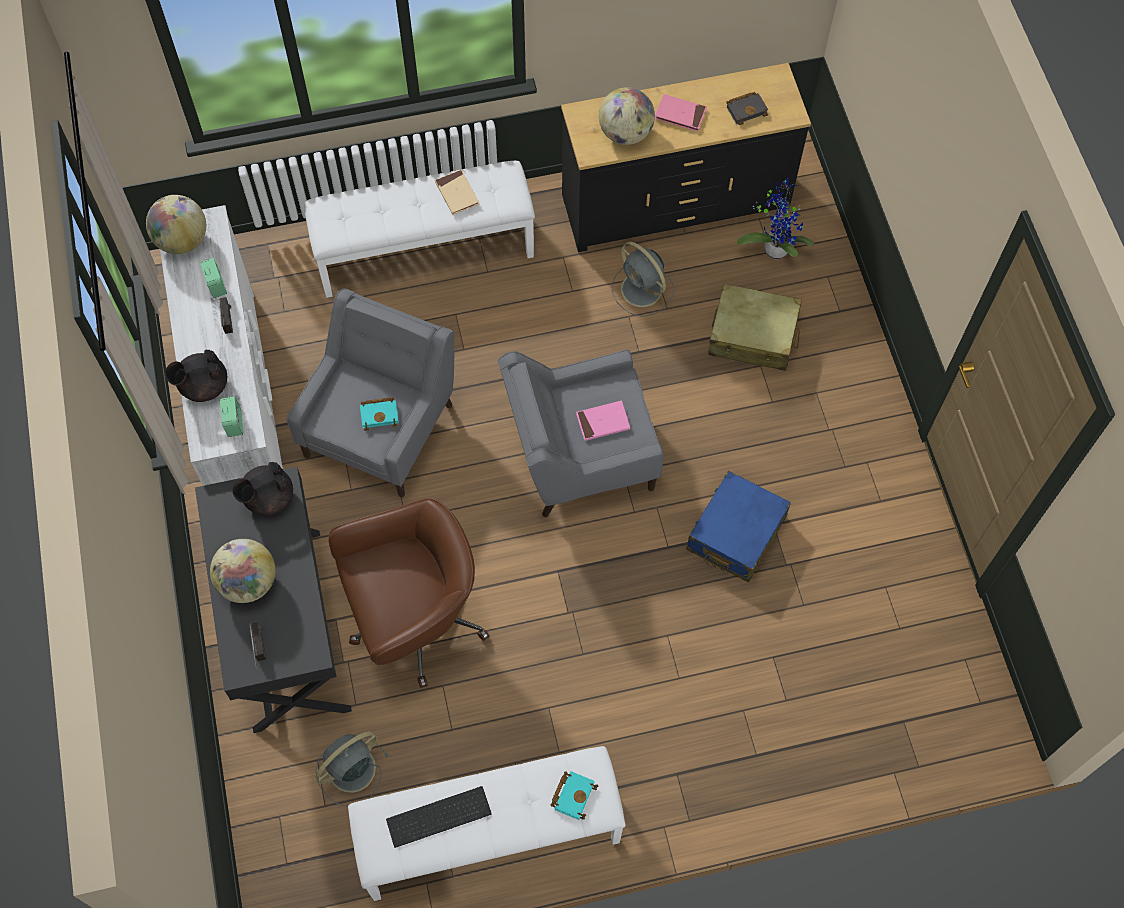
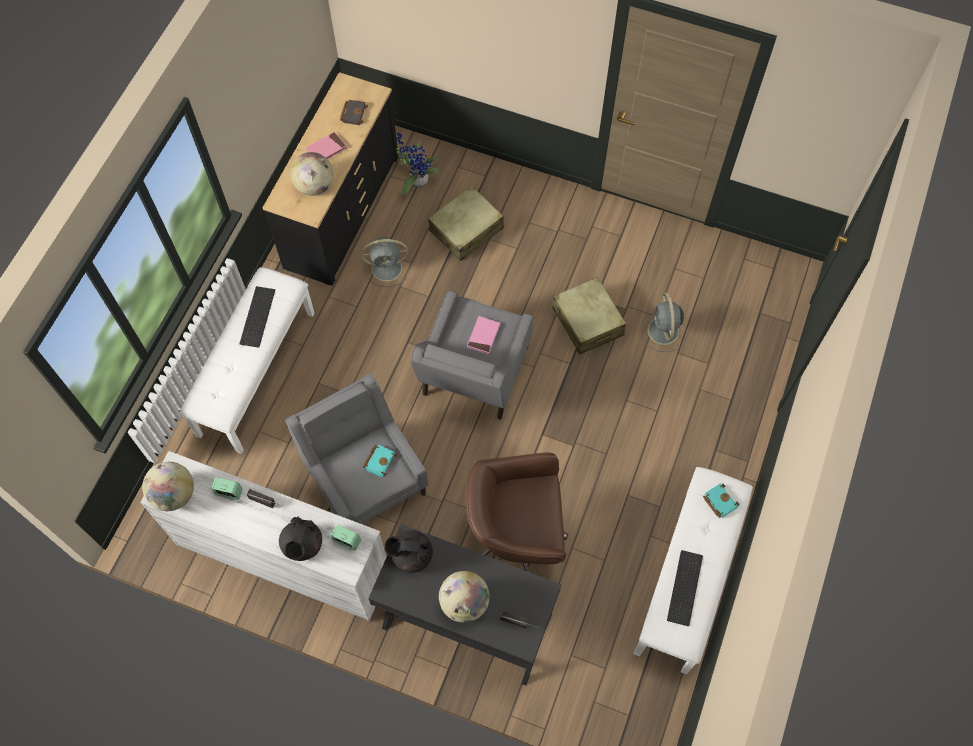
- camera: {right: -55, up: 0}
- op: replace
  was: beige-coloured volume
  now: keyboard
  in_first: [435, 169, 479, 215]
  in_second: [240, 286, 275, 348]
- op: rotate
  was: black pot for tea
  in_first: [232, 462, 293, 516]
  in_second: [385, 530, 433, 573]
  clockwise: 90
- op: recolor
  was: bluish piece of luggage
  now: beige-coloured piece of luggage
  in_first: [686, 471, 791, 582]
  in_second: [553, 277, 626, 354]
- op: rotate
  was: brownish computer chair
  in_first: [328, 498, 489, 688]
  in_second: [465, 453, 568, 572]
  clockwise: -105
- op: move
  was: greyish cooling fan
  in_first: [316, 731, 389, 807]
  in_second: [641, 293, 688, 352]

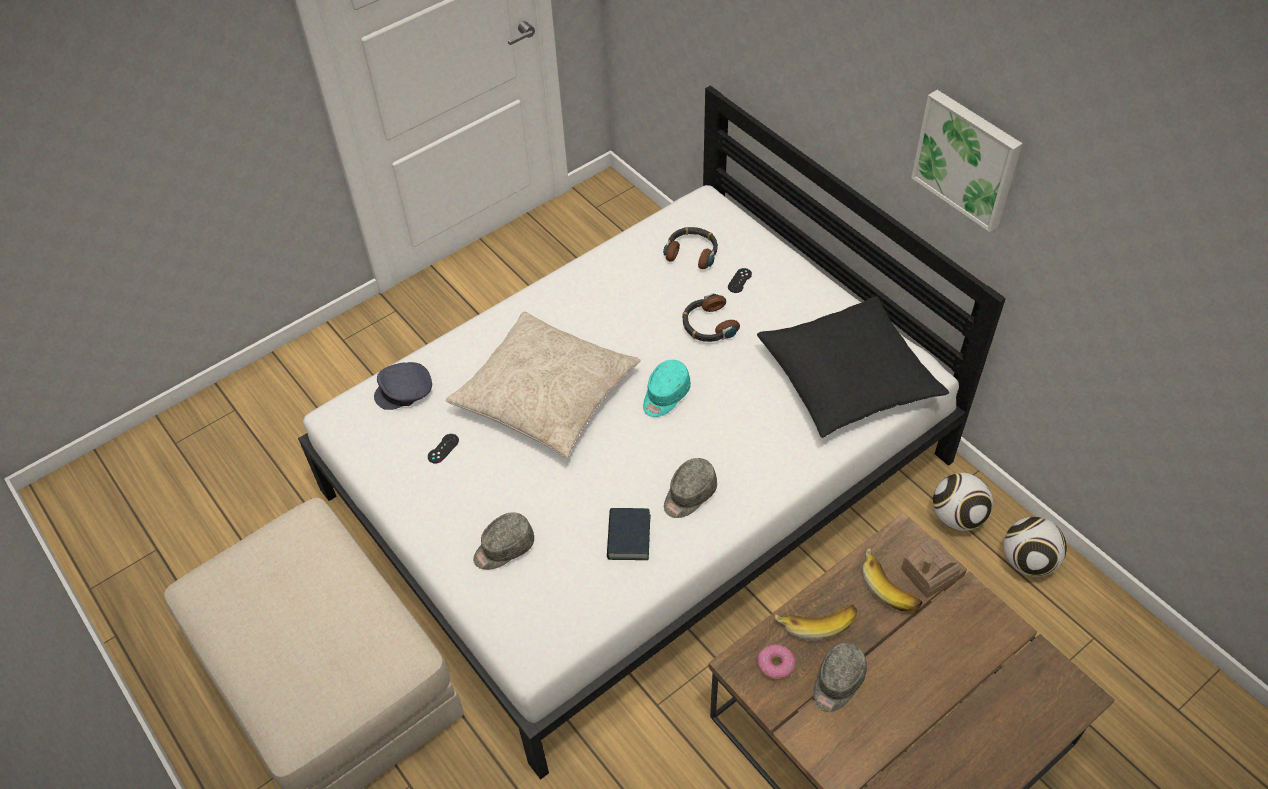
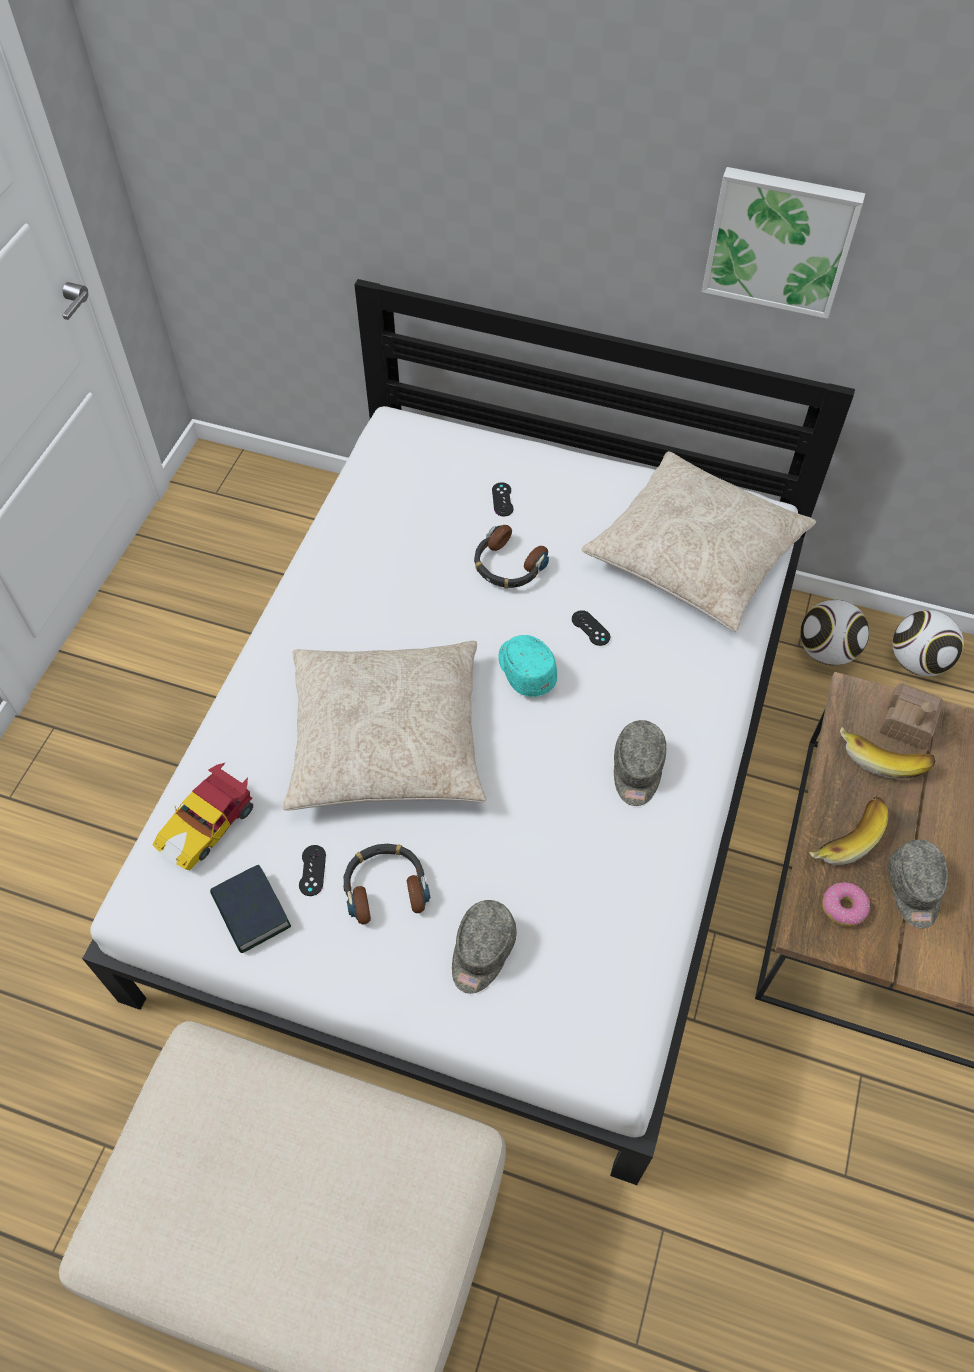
- camera: {right: -35, up: 5}
- op: move
  was: pair of headphones
  in_first: [663, 227, 718, 269]
  in_second: [343, 844, 431, 924]
- op: recolor
  was: black cushion
  now: beige-coloured cushion
  in_first: [757, 296, 949, 438]
  in_second: [581, 451, 816, 632]
- op: rotate
  was: turquoise baseball cap
  in_first: [643, 360, 691, 417]
  in_second: [499, 635, 557, 697]
  clockwise: 150
- op: replace
  was: greyish baseball cap
  now: miniature car
  in_first: [374, 362, 432, 410]
  in_second: [153, 763, 253, 870]
- op: move
  was: volume
  in_first: [607, 508, 651, 560]
  in_second: [210, 865, 291, 953]
- op: insert
  now: black game controller
  in_second: [572, 610, 610, 646]

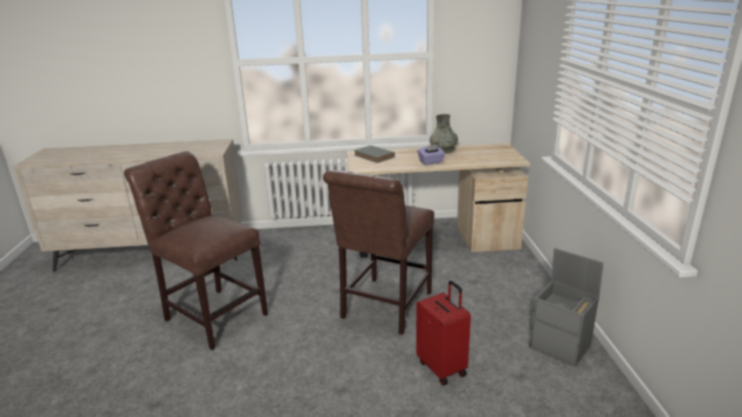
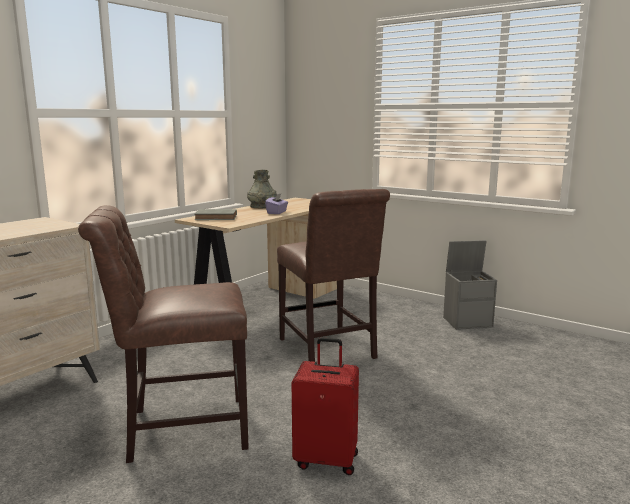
- camera: {right: -50, up: -10}
- op: move
  was: red-coloured piece of luggage
  in_first: [416, 281, 471, 386]
  in_second: [292, 337, 359, 475]

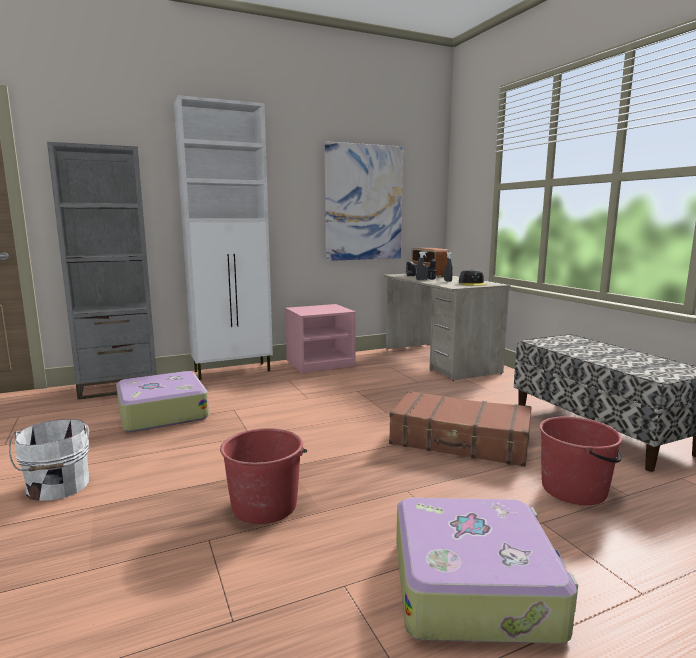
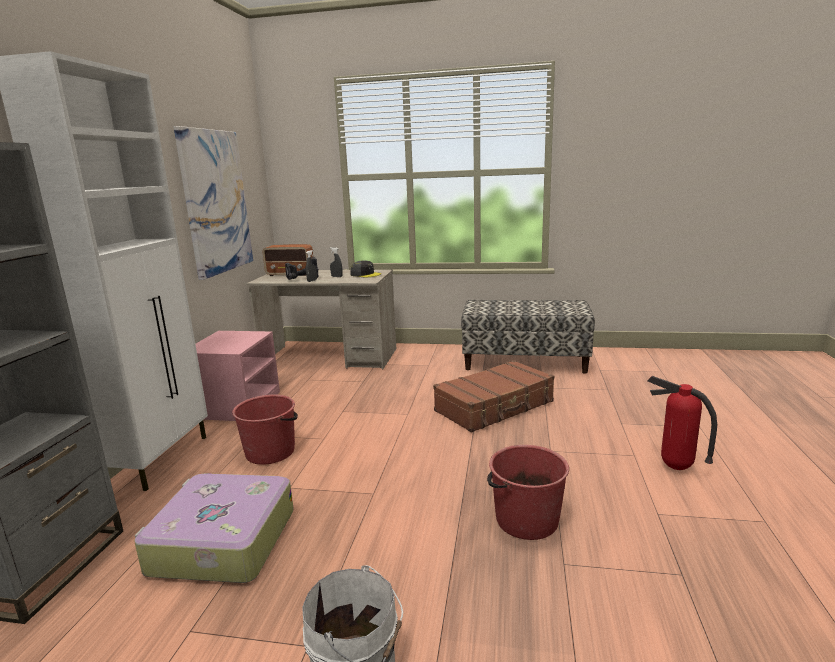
- camera: {right: -55, up: 5}
- op: move
  was: red-coloured bucket
  in_first: [539, 416, 623, 505]
  in_second: [232, 394, 298, 465]
- op: replace
  was: piece of luggage
  now: fire-fighting cylinder
  in_first: [396, 498, 578, 644]
  in_second: [647, 376, 717, 470]

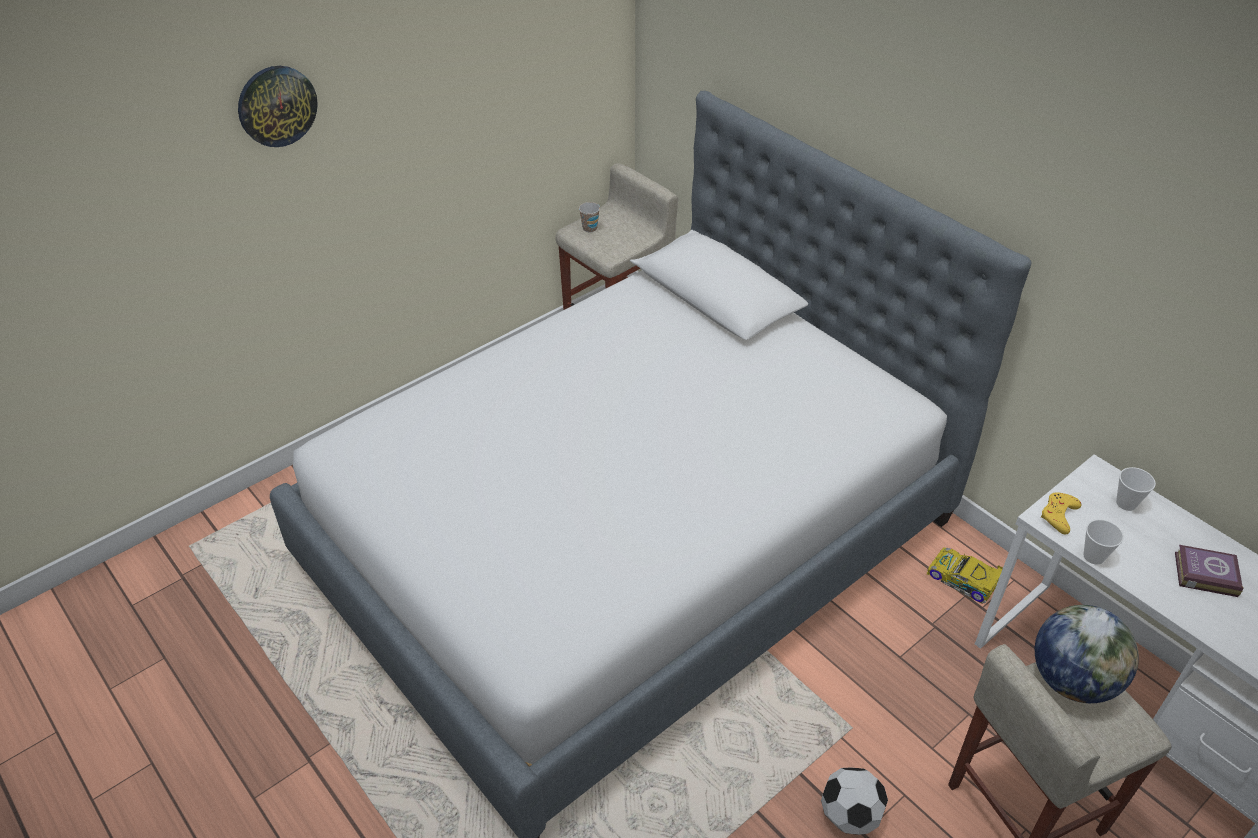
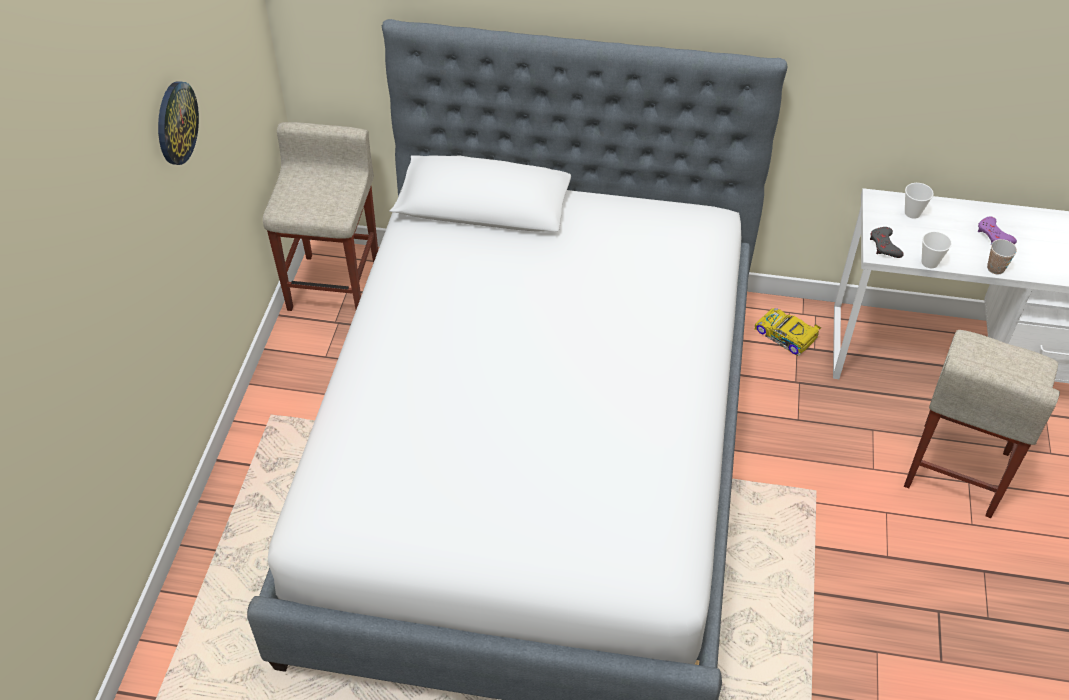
- camera: {right: -40, up: 5}
- op: move
  was: hanging clock
  in_first: [238, 66, 318, 147]
  in_second: [158, 81, 199, 165]
- op: move
  was: cup
  in_first: [579, 202, 600, 232]
  in_second: [987, 239, 1017, 274]
- op: recolor
  was: yellow-coloured game controller
  now: greyish game controller
  in_first: [1041, 492, 1082, 535]
  in_second: [870, 227, 904, 258]
- op: replace
  was: volume
  now: purple-coloured game controller
  in_first: [1175, 545, 1244, 597]
  in_second: [978, 216, 1017, 245]
- op: rotate
  was: miniature car
  in_first: [927, 548, 1003, 604]
  in_second: [754, 308, 821, 356]
  clockwise: 45
- op: delete
  was: world globe
  in_first: [1035, 605, 1139, 703]
- op: delete
  was: ball for football
  in_first: [821, 767, 888, 835]

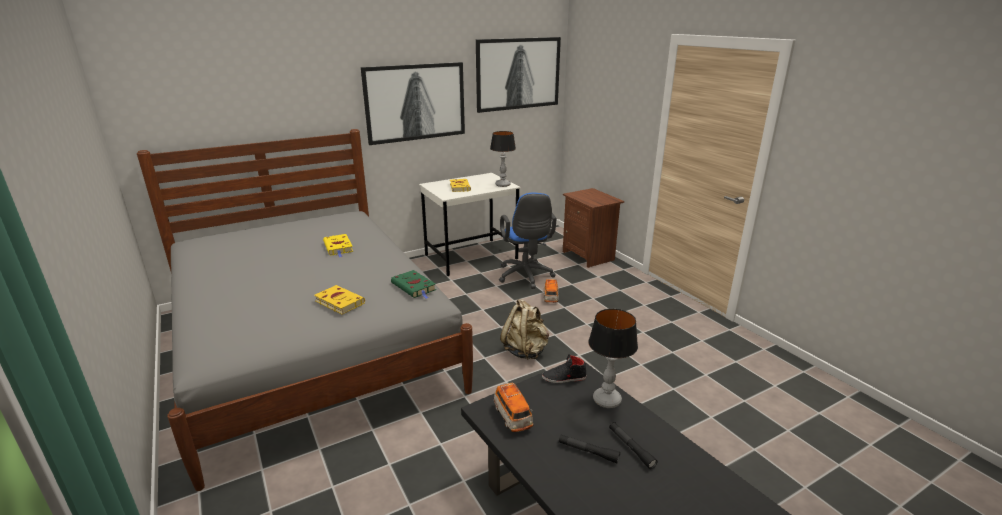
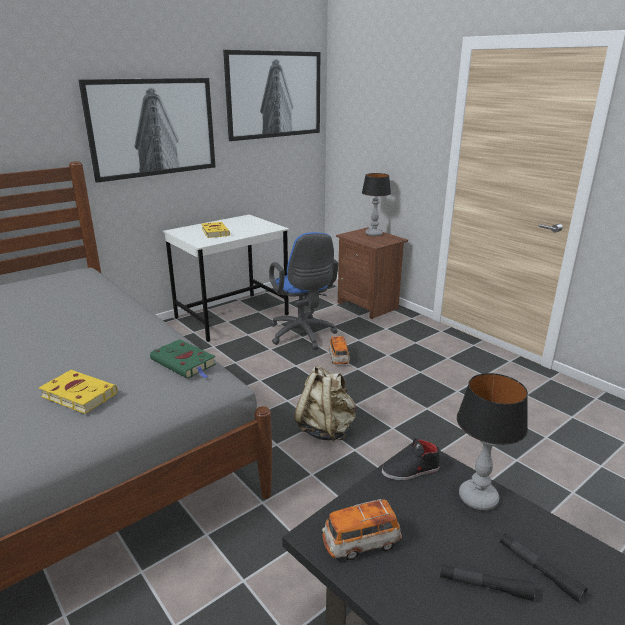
- camera: {right: -10, up: 0}
- op: move
  was: table lamp
  in_first: [490, 131, 516, 187]
  in_second: [362, 173, 391, 236]
- op: delete
  was: yellow-coloured volume
  in_first: [323, 234, 353, 257]
- op: rotate
  was: miniature car
  in_first: [494, 382, 534, 432]
  in_second: [322, 499, 402, 560]
  clockwise: 105

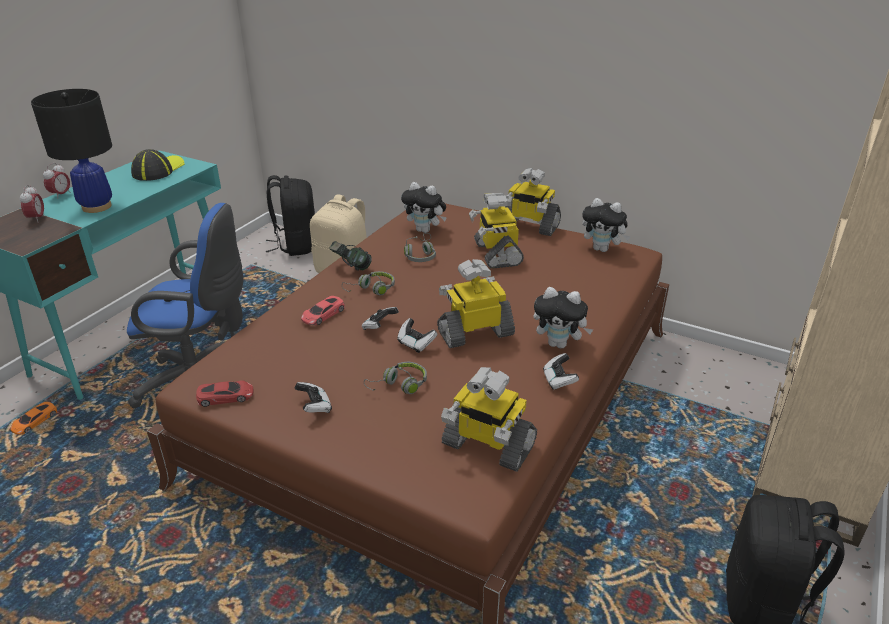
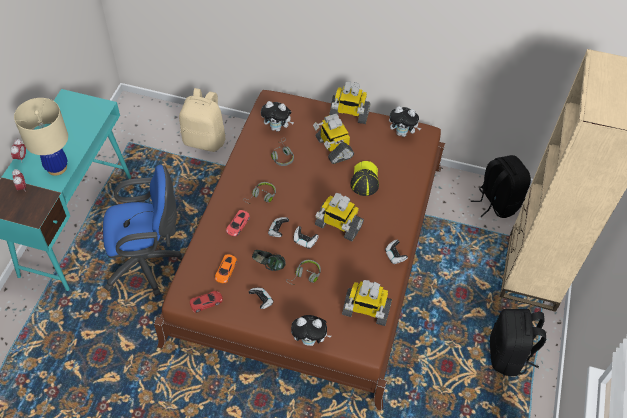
- camera: {right: -15, up: 20}
- op: recolor
  was: black table lamp
  now: beige-coloured table lamp
  in_first: [31, 89, 112, 213]
  in_second: [14, 98, 68, 176]
- op: move
  was: baseball cap
  in_first: [131, 149, 185, 181]
  in_second: [350, 161, 379, 196]
- op: move
  was: black knapsack
  in_first: [266, 175, 315, 256]
  in_second: [471, 155, 531, 218]
- op: move
  was: pair of headphones
  in_first: [329, 241, 372, 271]
  in_second: [252, 250, 286, 271]
- op: rotate
  was: robot figure
  in_first: [437, 259, 515, 348]
  in_second: [315, 193, 364, 241]
  clockwise: -120
- op: move
  was: cuddly toy
  in_first: [533, 287, 593, 349]
  in_second: [291, 315, 331, 346]
- op: move
  was: orangey miniature car
  in_first: [10, 402, 58, 435]
  in_second: [215, 254, 237, 283]

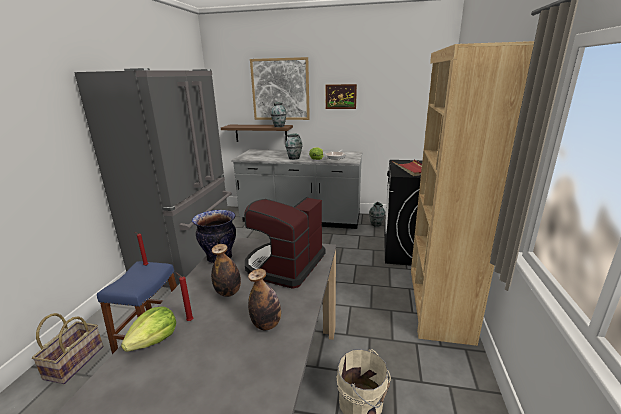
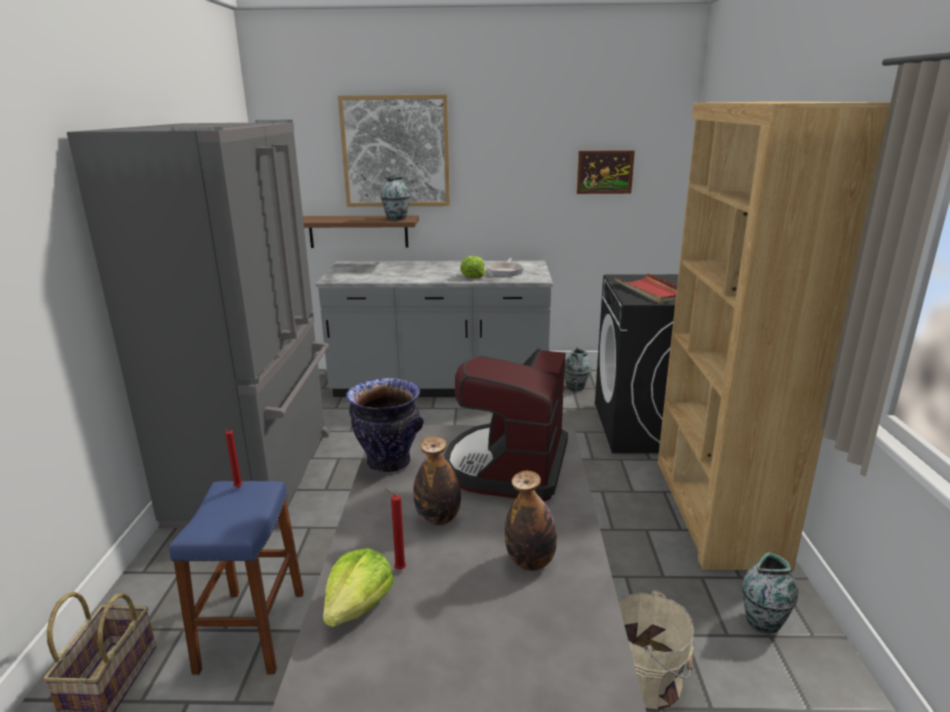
- camera: {right: -10, up: 0}
- op: move
  was: wall picture
  in_first: [325, 84, 357, 109]
  in_second: [577, 150, 635, 194]
- op: move
  was: decorative vase
  in_first: [285, 133, 303, 160]
  in_second: [742, 552, 798, 633]

